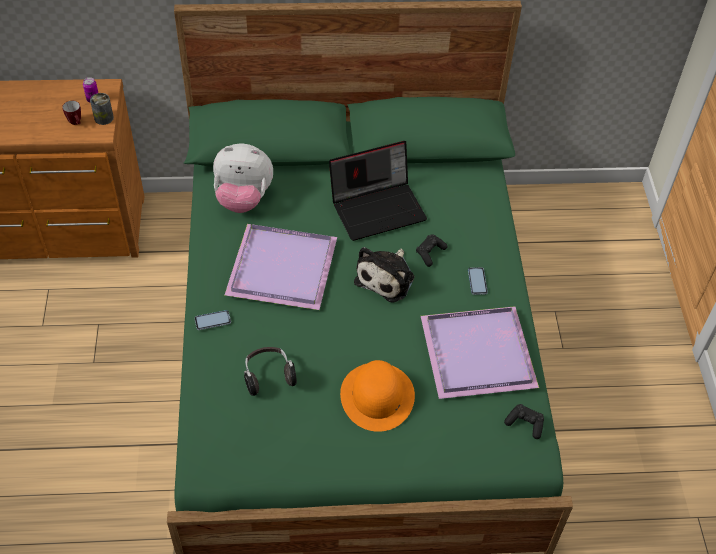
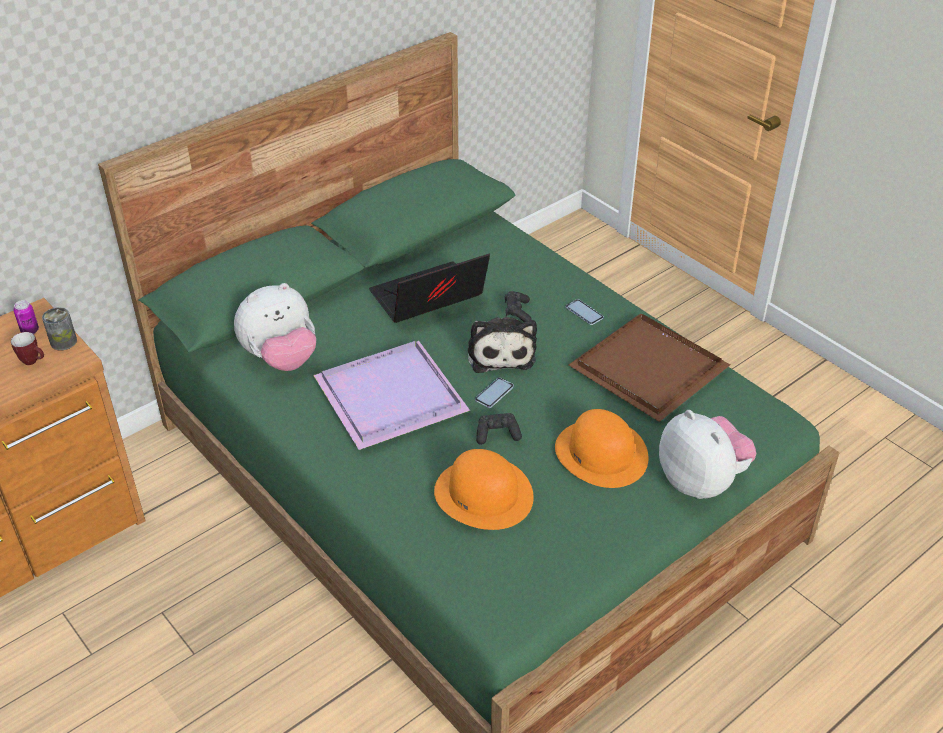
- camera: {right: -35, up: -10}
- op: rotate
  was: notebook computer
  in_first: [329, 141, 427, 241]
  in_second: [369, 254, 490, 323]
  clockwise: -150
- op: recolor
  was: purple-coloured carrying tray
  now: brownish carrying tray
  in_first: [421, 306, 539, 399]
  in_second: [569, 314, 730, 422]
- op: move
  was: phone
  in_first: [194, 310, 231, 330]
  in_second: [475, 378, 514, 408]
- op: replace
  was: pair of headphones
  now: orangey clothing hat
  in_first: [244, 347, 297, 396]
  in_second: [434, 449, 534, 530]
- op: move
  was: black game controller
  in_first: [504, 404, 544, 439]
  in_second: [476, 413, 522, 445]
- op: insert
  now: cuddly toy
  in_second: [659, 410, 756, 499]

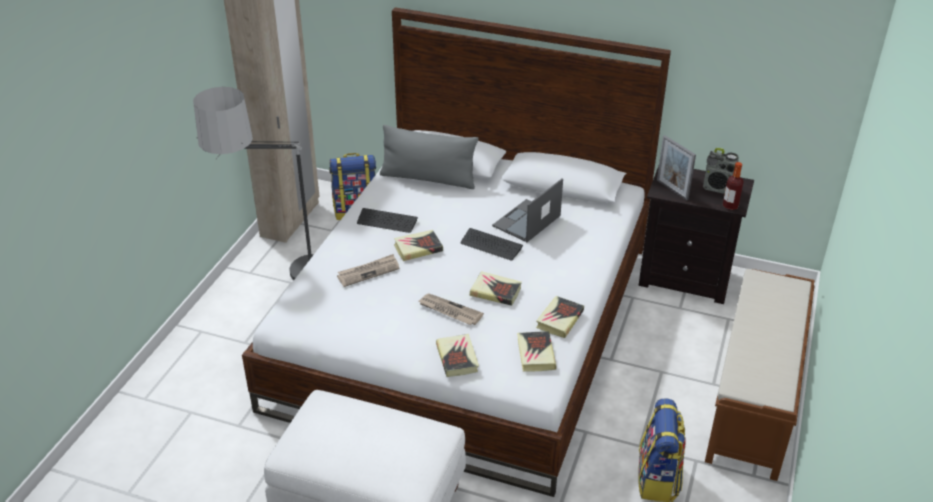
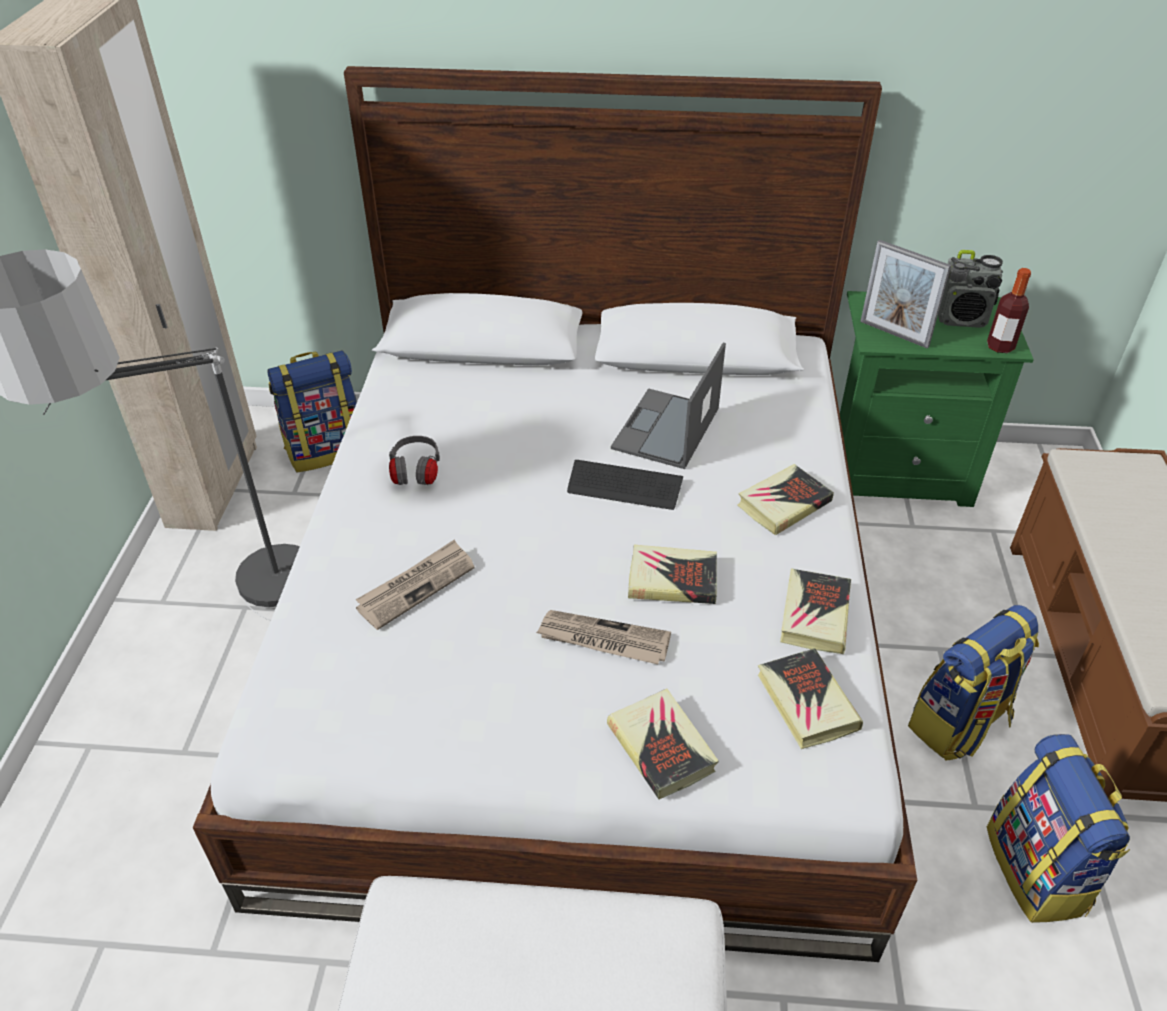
- camera: {right: -15, up: 5}
- op: delete
  was: greyish cushion
  in_first: [380, 124, 479, 189]
- op: recolor
  was: black nightstand
  now: greenish nightstand
  in_first: [638, 166, 754, 304]
  in_second: [840, 291, 1034, 507]
- op: replace
  was: keyboard
  now: greyish pair of headphones
  in_first: [357, 208, 418, 233]
  in_second: [389, 436, 440, 485]
- op: move
  was: volume
  in_first: [394, 230, 443, 261]
  in_second: [737, 464, 834, 535]
- op: insert
  now: knapsack
  in_second: [908, 605, 1039, 761]

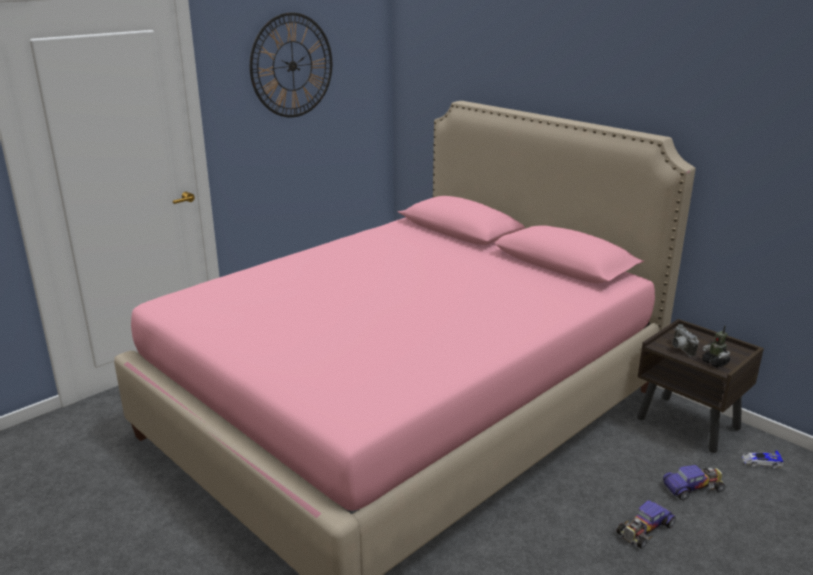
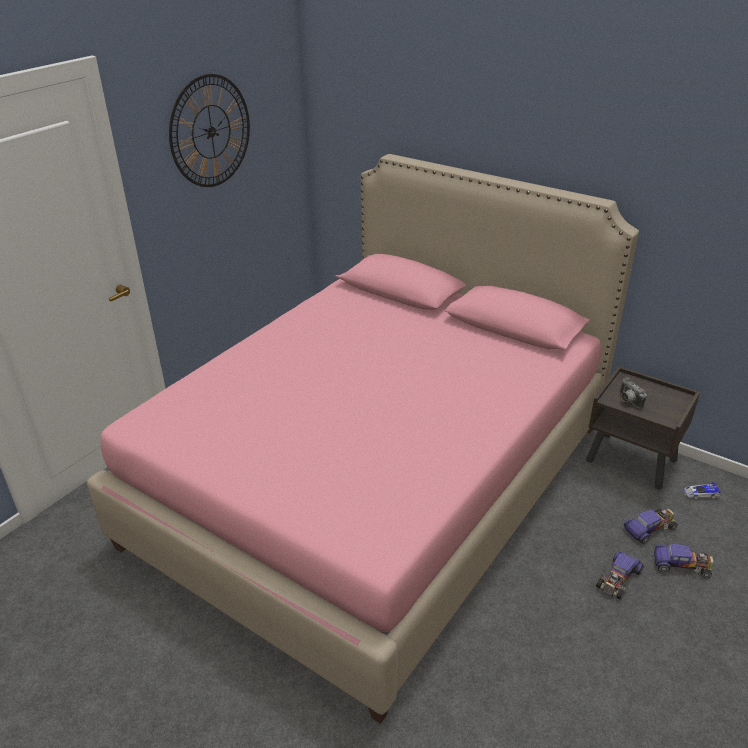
- camera: {right: -10, up: 10}
- op: delete
  was: robot figure
  in_first: [702, 326, 730, 367]
- op: insert
  now: miniature car
  in_second: [654, 543, 713, 578]

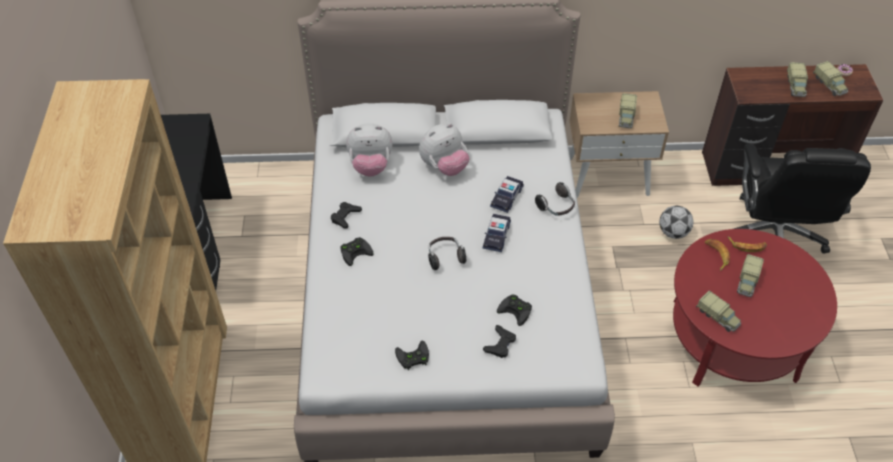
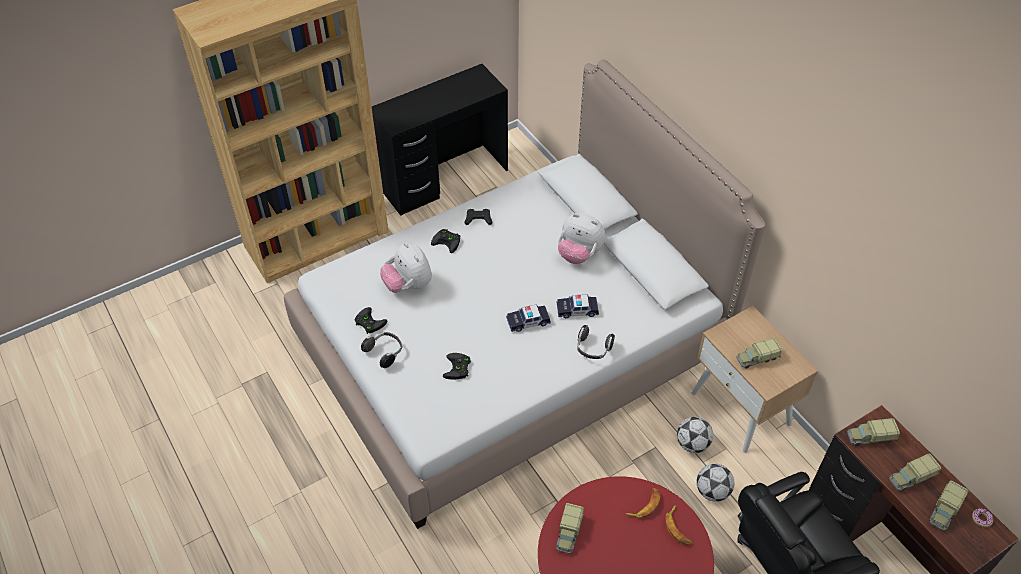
- camera: {right: 60, up: 0}
- op: move
  was: cuddly toy
  in_first: [346, 123, 393, 177]
  in_second: [380, 243, 432, 293]
- op: move
  was: pair of headphones
  in_first: [428, 237, 466, 270]
  in_second: [361, 332, 402, 368]
- op: move
  was: model truck
  in_first: [737, 254, 764, 297]
  in_second: [847, 418, 900, 446]
- op: delete
  was: black game controller
  in_first: [483, 325, 516, 358]
- op: insert
  now: ball for football
  in_second: [677, 417, 713, 453]

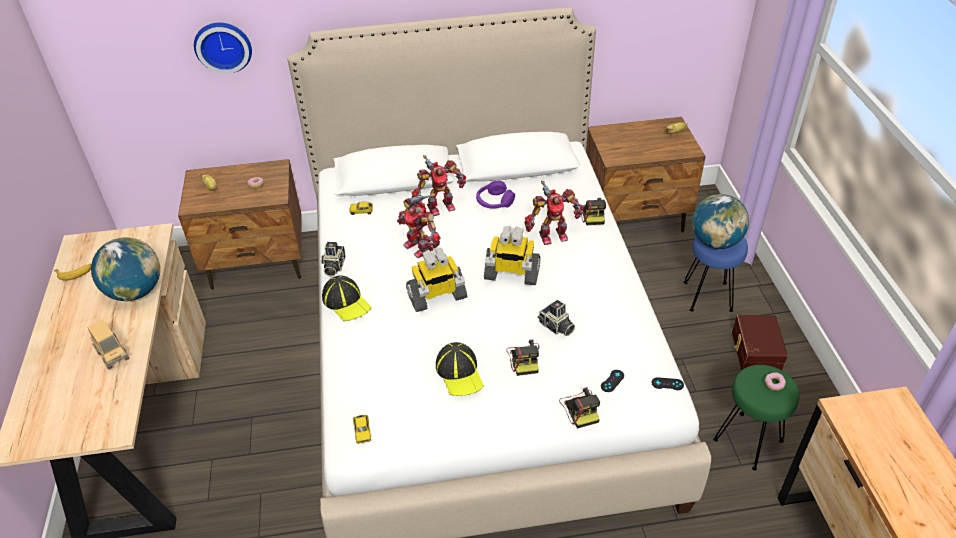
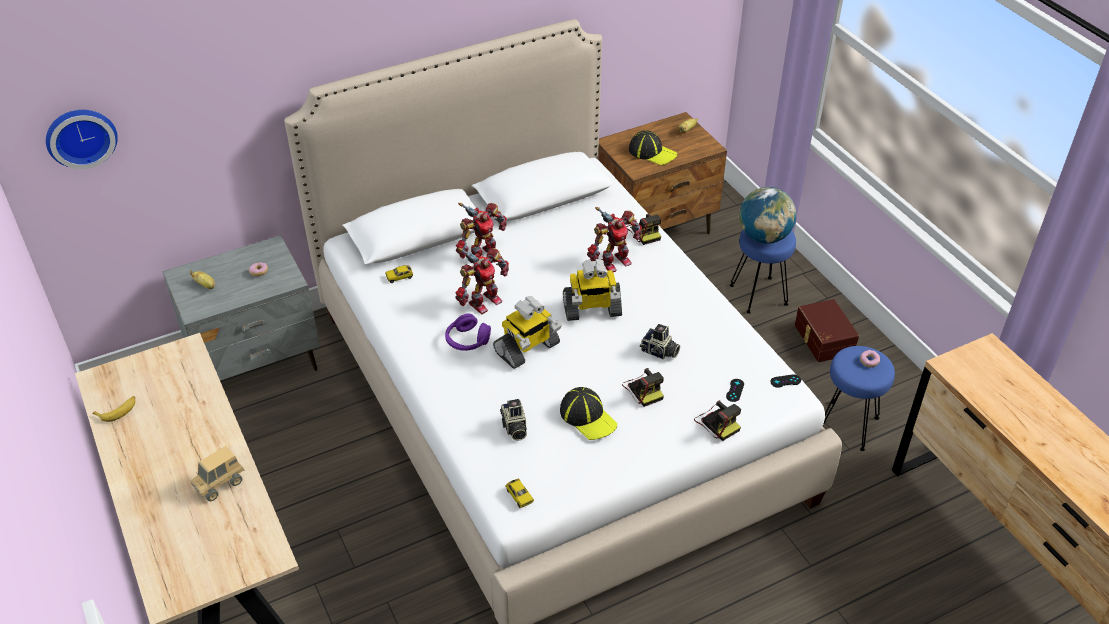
- camera: {right: -20, up: 0}
- op: move
  was: hanging clock
  in_first: [194, 23, 252, 74]
  in_second: [46, 110, 118, 169]
- op: recolor
  was: brownish nightstand
  now: greyish nightstand
  in_first: [178, 159, 302, 290]
  in_second: [162, 235, 320, 381]
- op: move
  was: purple-coloured pair of headphones
  in_first: [476, 180, 515, 208]
  in_second: [445, 314, 491, 351]
- op: rotate
  was: robot figure
  in_first: [397, 193, 441, 258]
  in_second: [455, 248, 509, 315]
  clockwise: -75
- op: delete
  was: world globe
  in_first: [91, 237, 160, 301]
- op: move
  was: photo camera
  in_first: [322, 242, 345, 276]
  in_second: [500, 399, 527, 441]
- op: move
  was: baseball cap
  in_first: [322, 276, 371, 321]
  in_second: [629, 130, 677, 165]
- op: rotate
  was: model truck
  in_first: [88, 319, 130, 370]
  in_second: [190, 446, 245, 501]
  clockwise: 105
- op: recolor
  was: greenish sitting stool
  now: bluish sitting stool
  in_first: [713, 365, 800, 470]
  in_second: [823, 346, 895, 451]

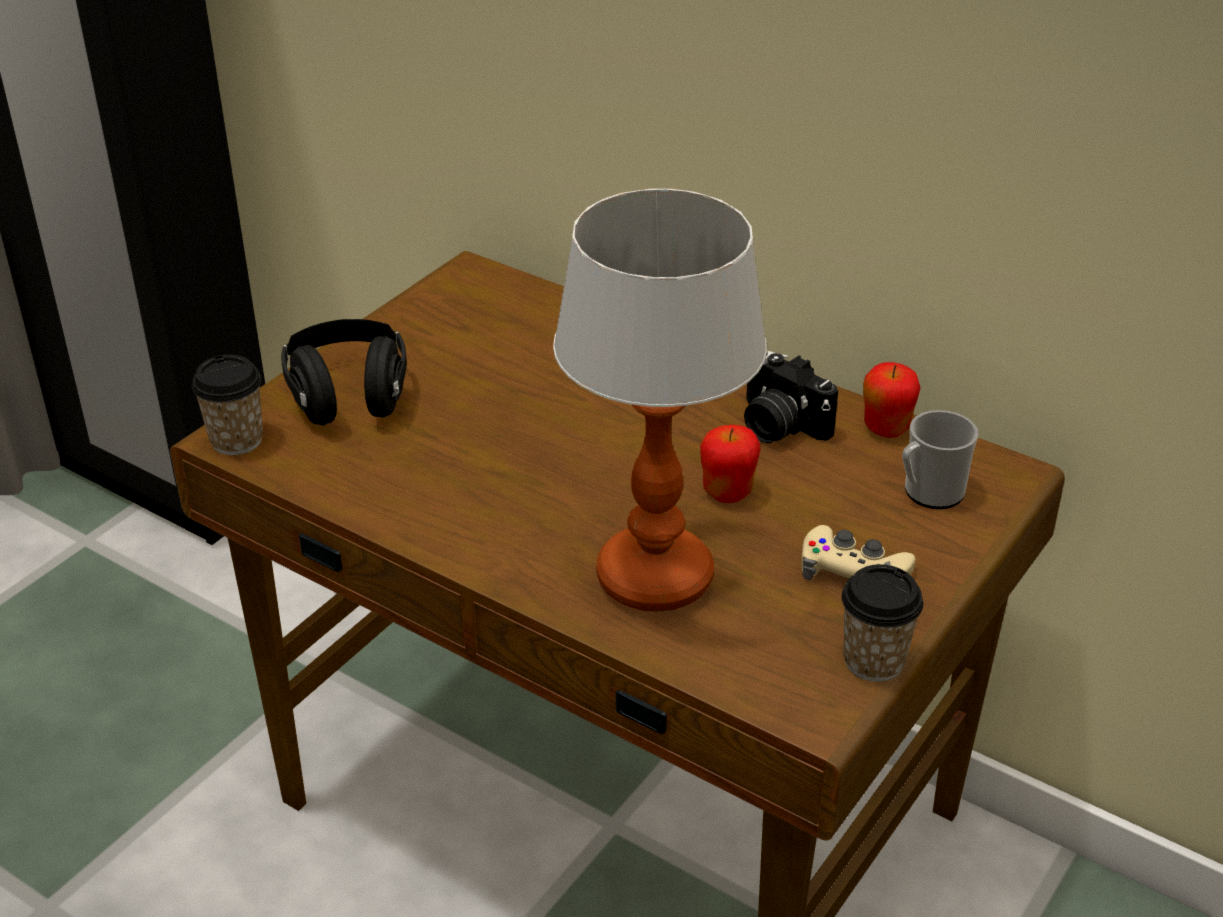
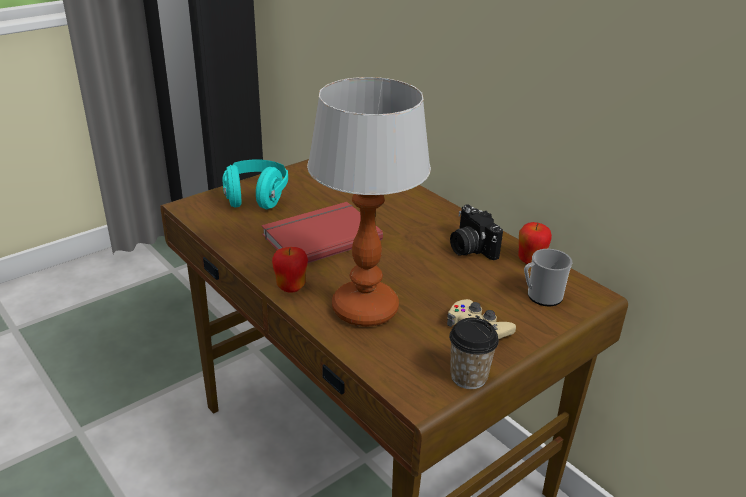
- camera: {right: 15, up: -5}
- op: recolor
  was: black pair of headphones
  now: turquoise pair of headphones
  in_first: [281, 319, 407, 426]
  in_second: [222, 159, 288, 209]
- op: delete
  was: cup
  in_first: [192, 355, 263, 455]
- op: move
  was: apple
  in_first: [700, 425, 761, 503]
  in_second: [272, 247, 308, 293]
- op: insert
  now: red-coloured volume
  in_second: [262, 202, 383, 263]

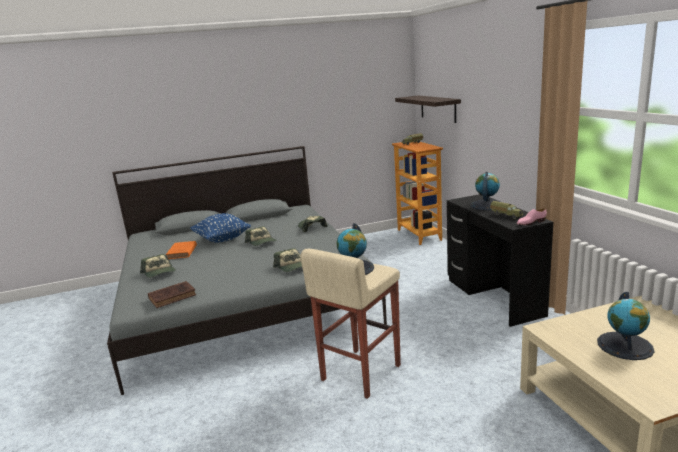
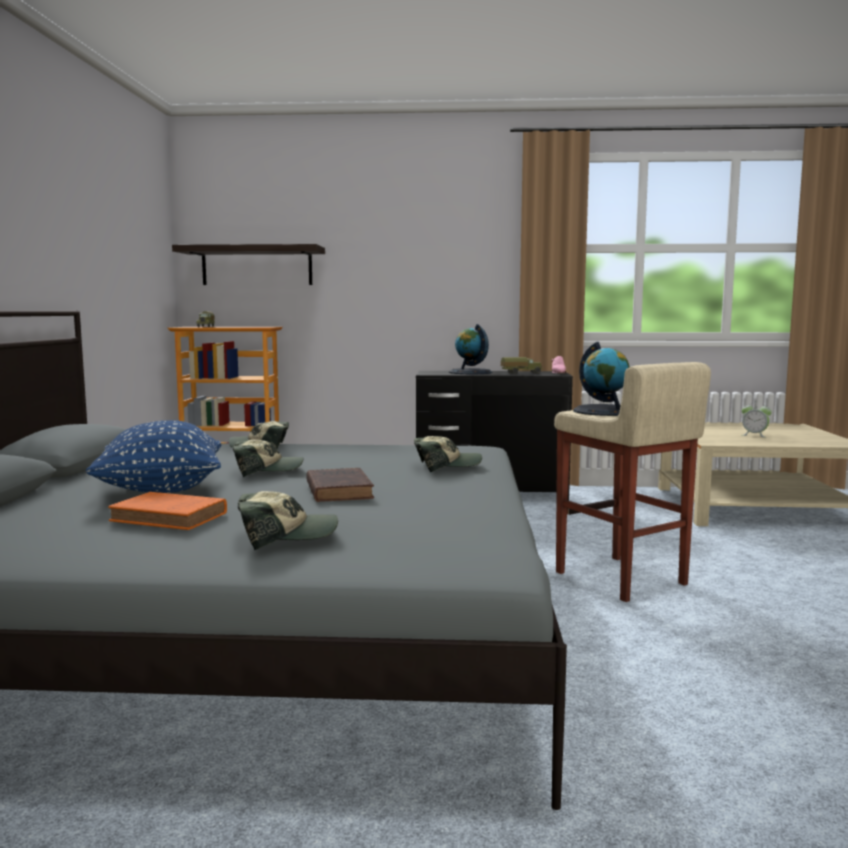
- camera: {right: -70, up: -10}
- op: move
  was: brownish volume
  in_first: [148, 281, 196, 308]
  in_second: [306, 468, 374, 502]
- op: replace
  was: world globe
  now: alarm clock
  in_first: [597, 292, 654, 360]
  in_second: [742, 401, 772, 437]

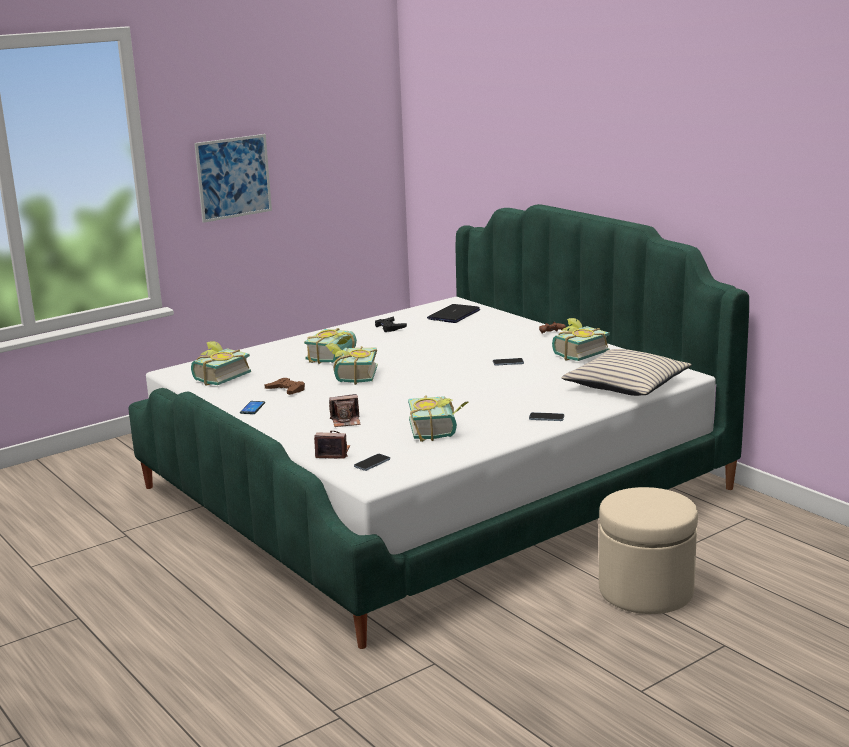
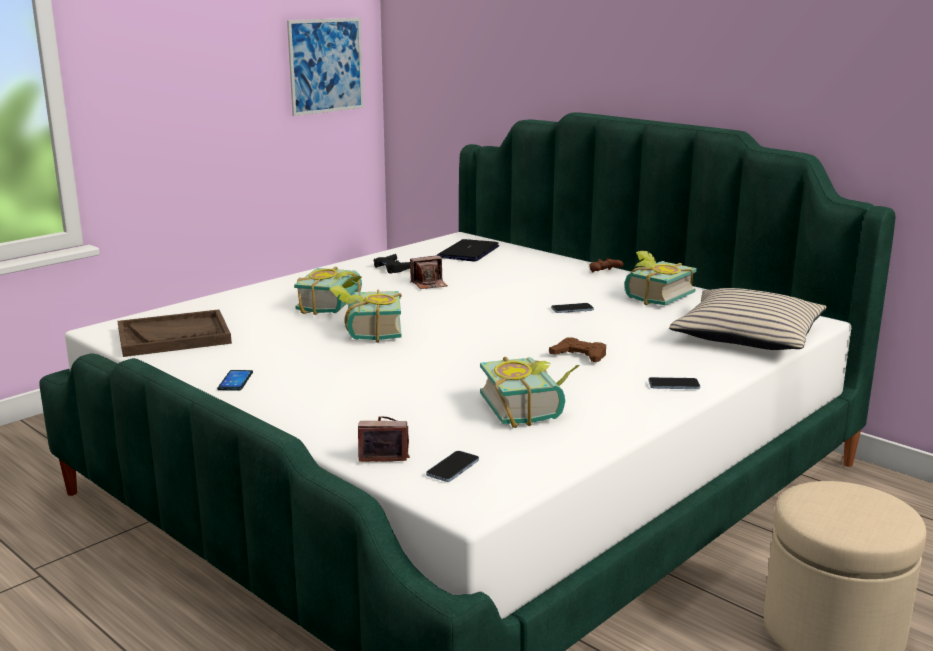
- camera: {right: -10, up: 0}
- op: move
  was: wall picture
  in_first: [194, 134, 272, 223]
  in_second: [287, 18, 364, 116]
- op: replace
  was: volume
  now: brownish carrying tray
  in_first: [191, 341, 251, 386]
  in_second: [118, 310, 232, 357]
- op: move
  was: brownish game controller
  in_first: [264, 378, 305, 395]
  in_second: [549, 337, 606, 362]
- op: move
  was: photo camera
  in_first: [329, 394, 360, 427]
  in_second: [410, 255, 448, 289]

